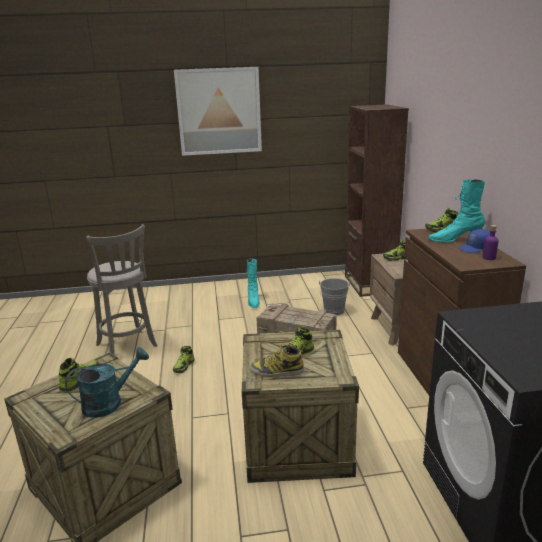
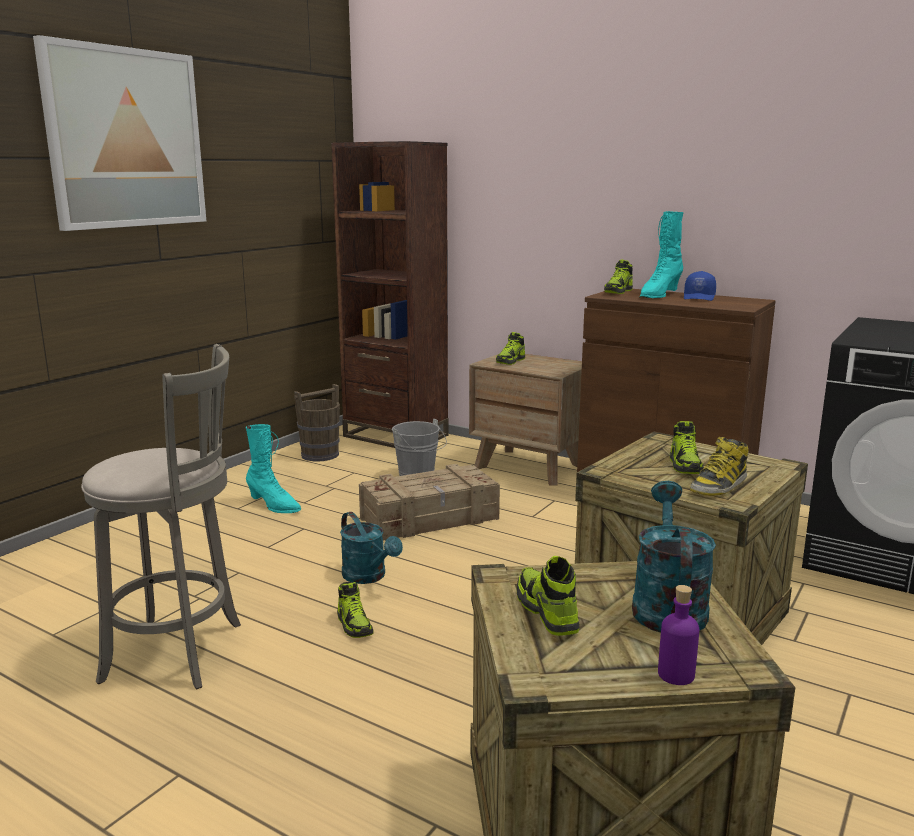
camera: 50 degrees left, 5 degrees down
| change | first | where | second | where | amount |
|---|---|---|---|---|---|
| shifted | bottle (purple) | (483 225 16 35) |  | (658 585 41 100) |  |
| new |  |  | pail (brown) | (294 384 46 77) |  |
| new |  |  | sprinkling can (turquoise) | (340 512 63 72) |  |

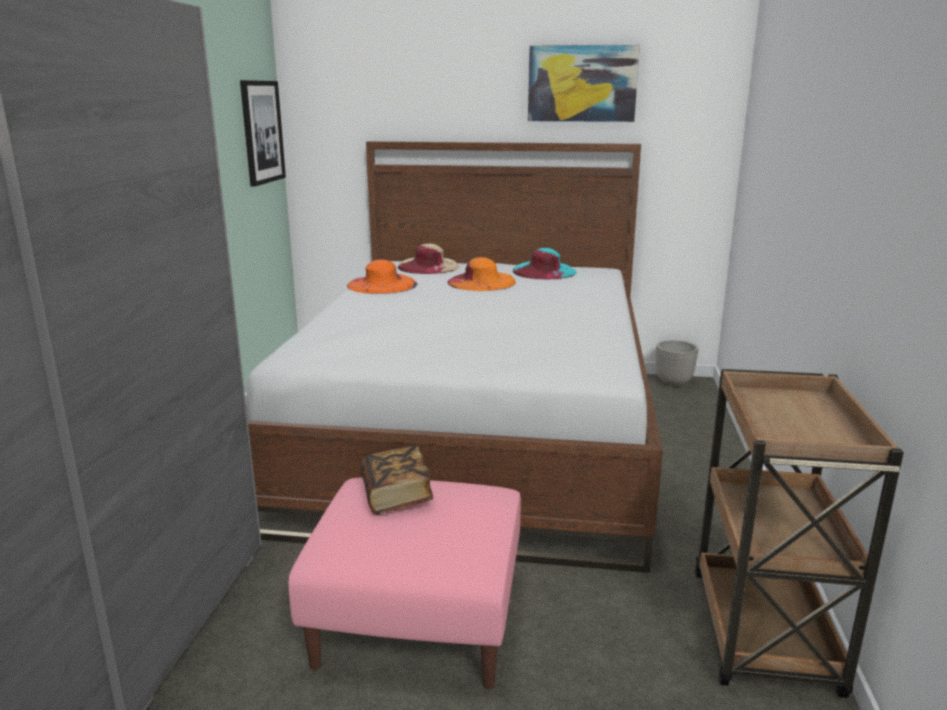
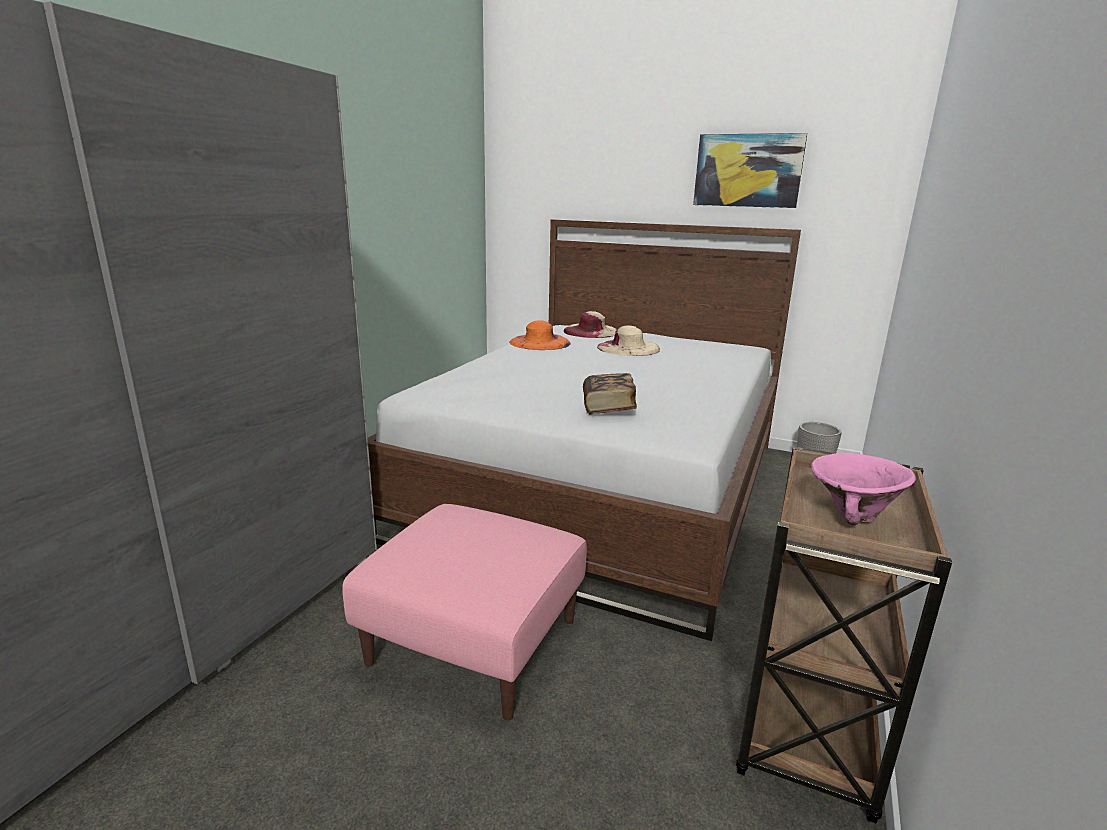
camera: 15 degrees right, 0 degrees up
| change | first | where | second | where | amount |
|---|---|---|---|---|---|
| gone | picture | (240 80 46 107) |  |  |  |
| gone | hat (turquoise) | (513 248 64 31) |  |  |  |
| repainted | hat (orange-coloured) | (447 257 69 34) | hat (beige-coloured) | (597 325 63 31) |  |
| shifted | book | (360 446 73 69) |  | (583 373 54 41) |  |
| new |  |  | serving bowl (pink) | (811 453 105 72) |  |

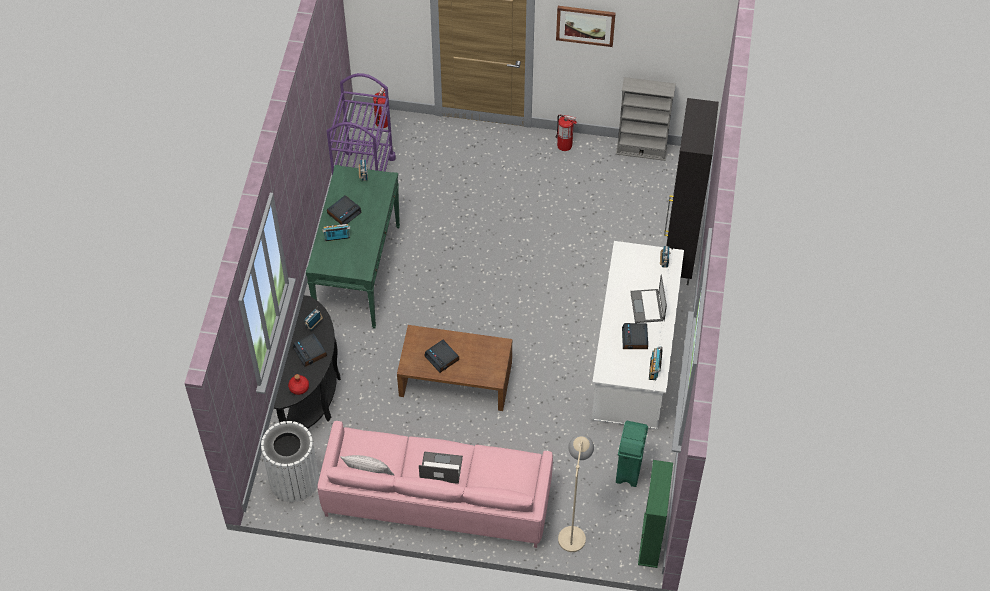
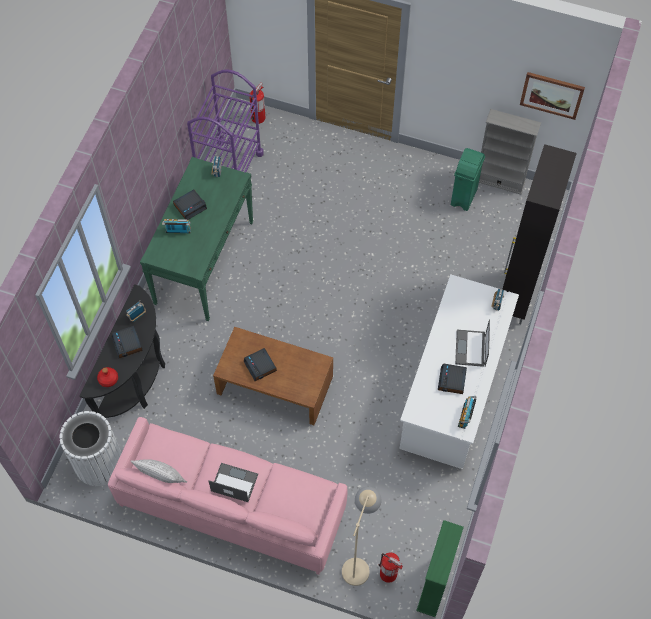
camera: 10 degrees right, 5 degrees up
| change | first | where | second | where | amount |
|---|---|---|---|---|---|
| shifted | picture | (556 6 60 41) |  | (520 72 65 48) |  |
| shifted | fire-fighting cylinder | (556 115 21 36) |  | (379 552 24 31) |  |
| shifted | rubbish bin (green) | (616 421 32 66) |  | (451 148 34 63) |  |

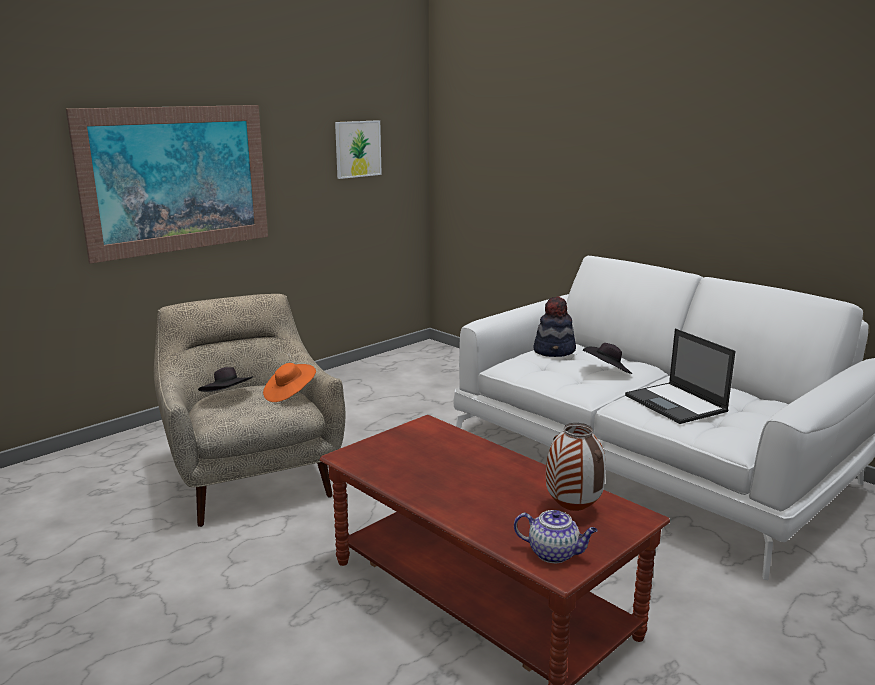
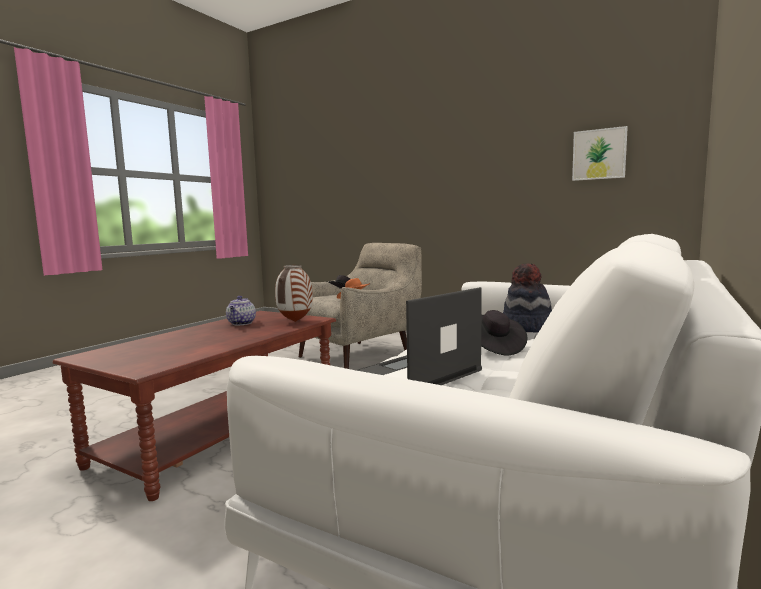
camera: 75 degrees right, 10 degrees down
| change | first | where | second | where | amount |
|---|---|---|---|---|---|
| gone | picture | (66 105 202 159) |  |  |  |
| shifted | decorative vase | (546 423 60 88) |  | (275 265 38 57) |  |
| shifted | tea pot | (514 510 84 53) |  | (226 296 30 29) |  |

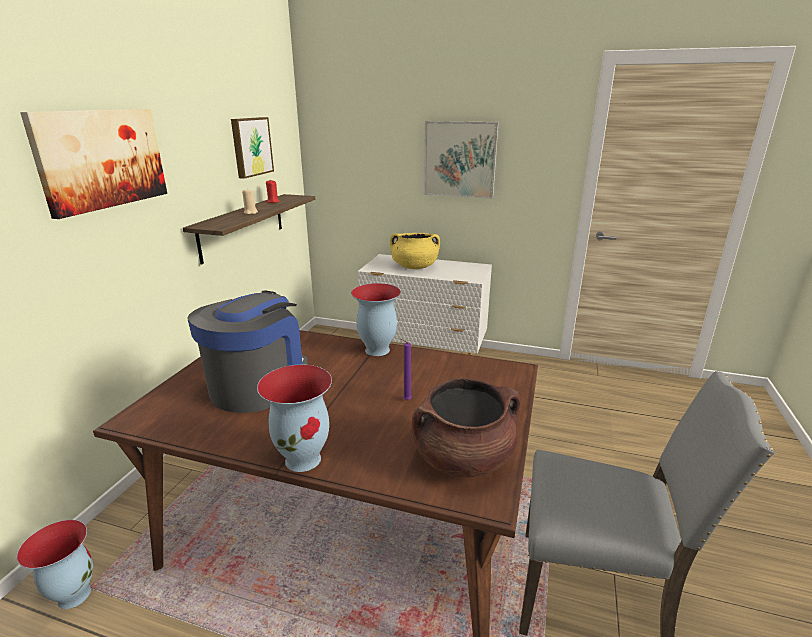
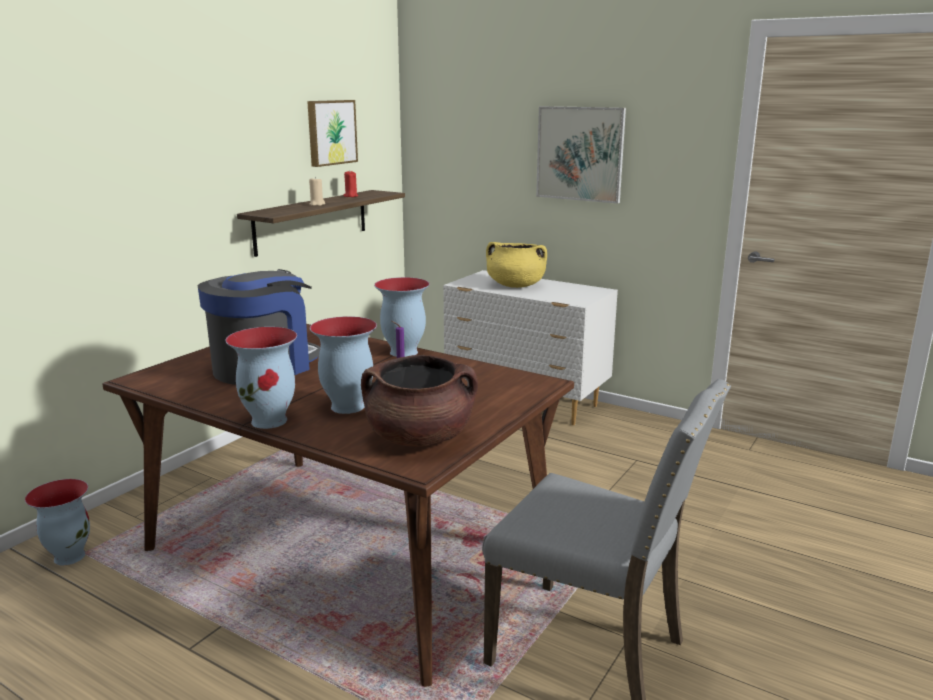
camera: 15 degrees right, 5 degrees down
| change | first | where | second | where | amount |
|---|---|---|---|---|---|
| gone | picture | (20 109 147 110) |  |  |  |
| new |  |  | decorative vase | (310 316 67 98) |  |

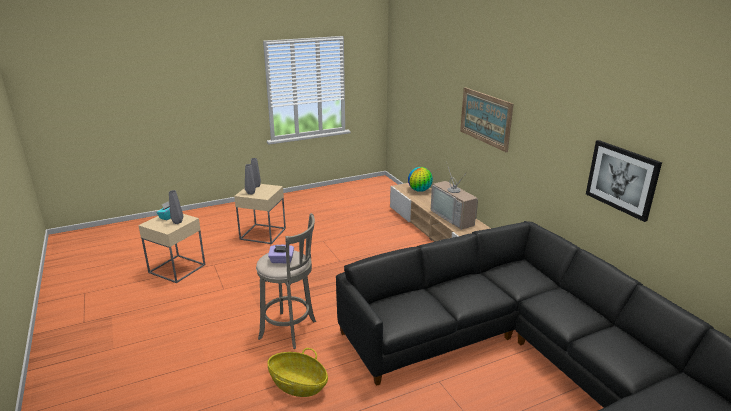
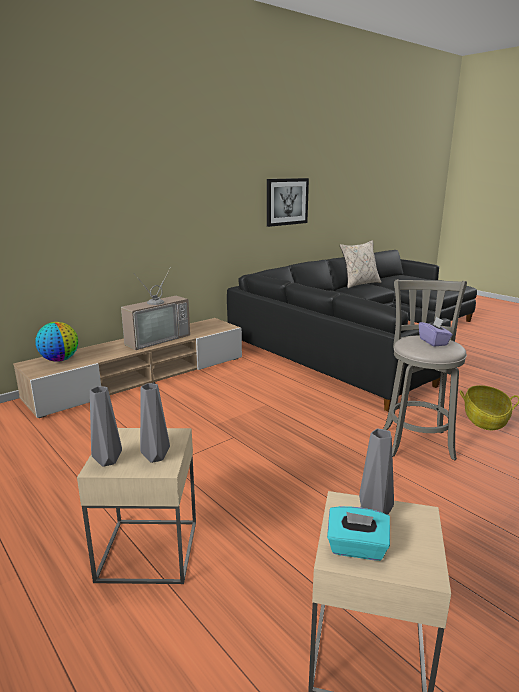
camera: 105 degrees left, 5 degrees down
| change | first | where | second | where | amount |
|---|---|---|---|---|---|
| gone | picture | (460 87 54 65) |  |  |  |
| new |  |  | throw pillow (beige-coloured) | (340 240 41 48) |  |

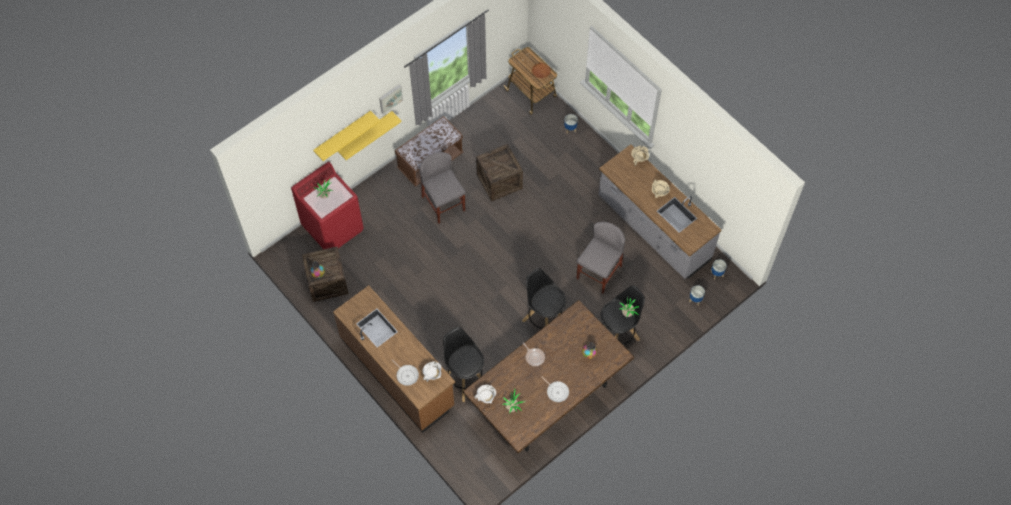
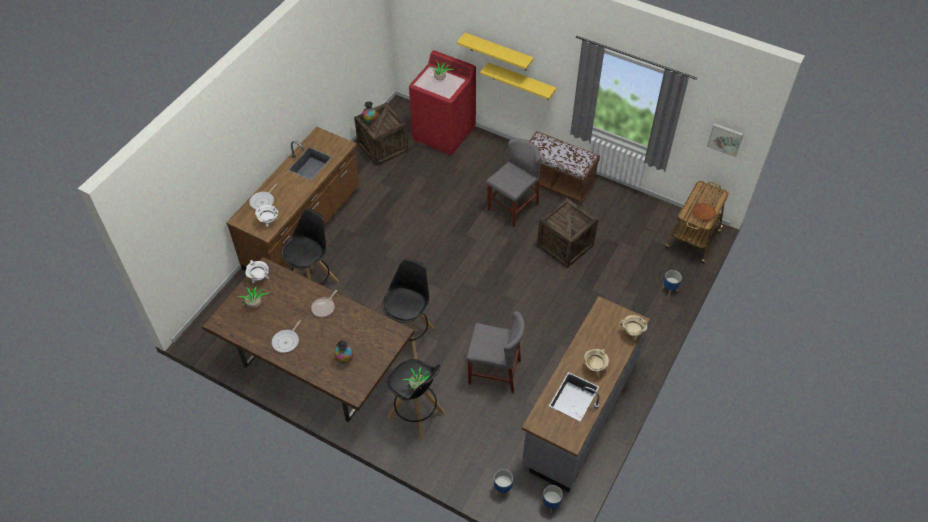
camera: 70 degrees right, 10 degrees down
| change | first | where | second | where | amount |
|---|---|---|---|---|---|
| shifted | picture | (379 84 24 30) |  | (707 123 37 34) |  |

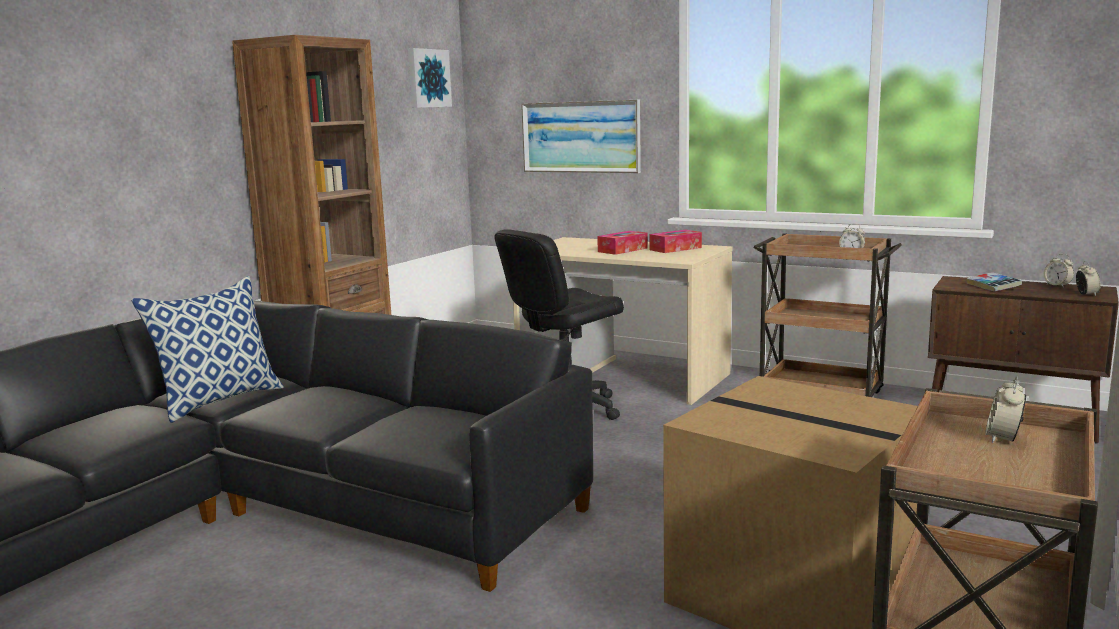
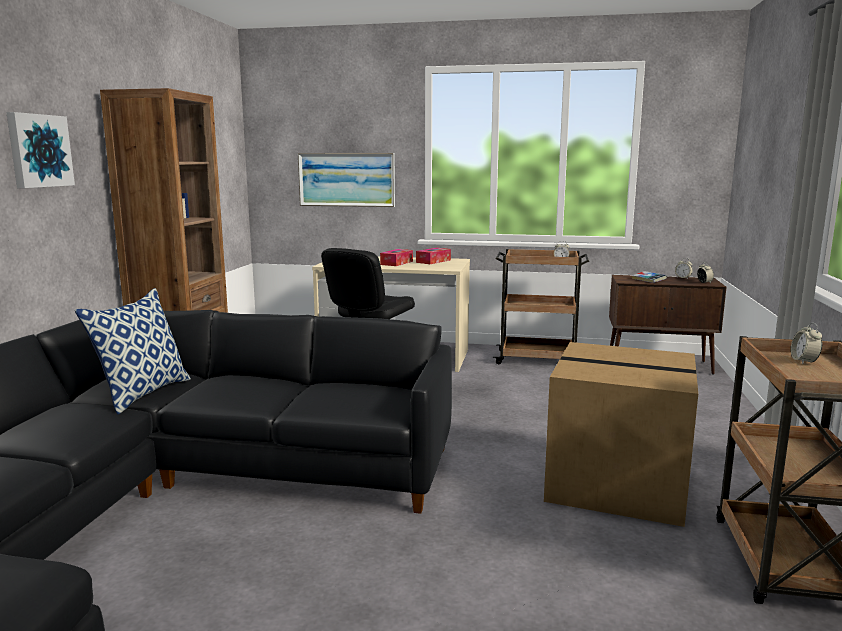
camera: 20 degrees left, 0 degrees up
| change | first | where | second | where | amount |
|---|---|---|---|---|---|
| shifted | picture | (408 48 44 60) |  | (6 112 69 76) |  |

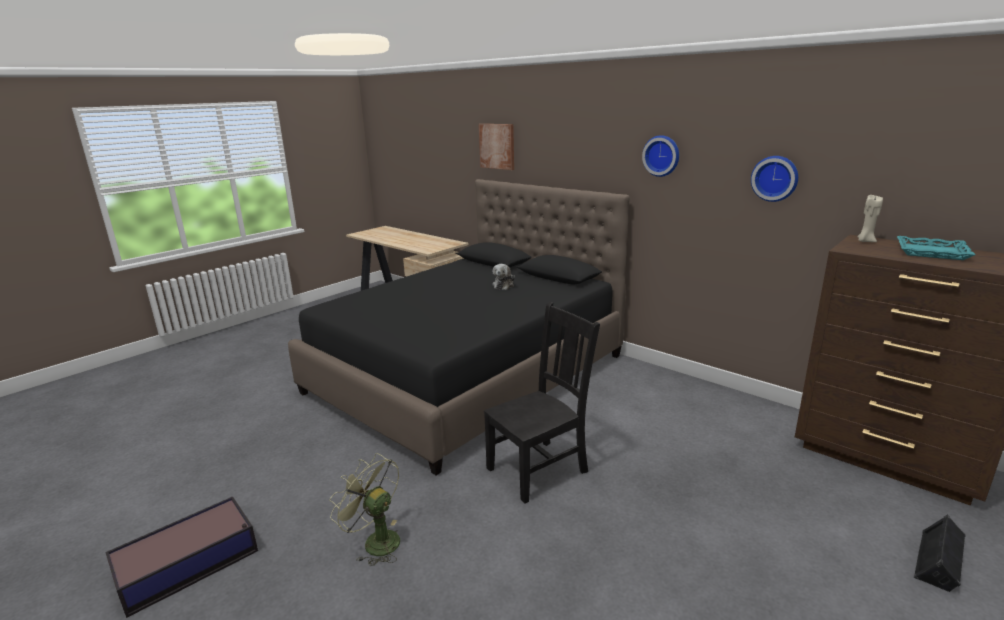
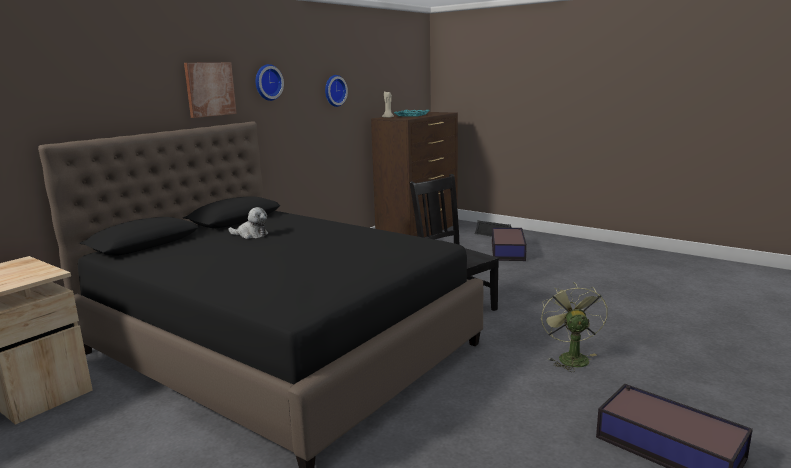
camera: 95 degrees left, 5 degrees down
| change | first | where | second | where | amount |
|---|---|---|---|---|---|
| shifted | picture | (479 124 35 46) |  | (184 62 53 56) |  |
| rotated | cooling fan (green) | (329 453 71 113) |  | (541 282 67 90) | 150 degrees clockwise |
| new |  |  | storage box | (492 228 35 33) |  |

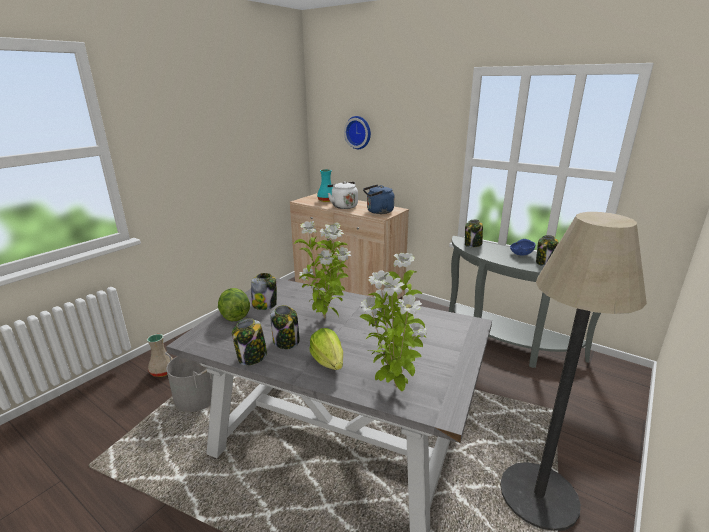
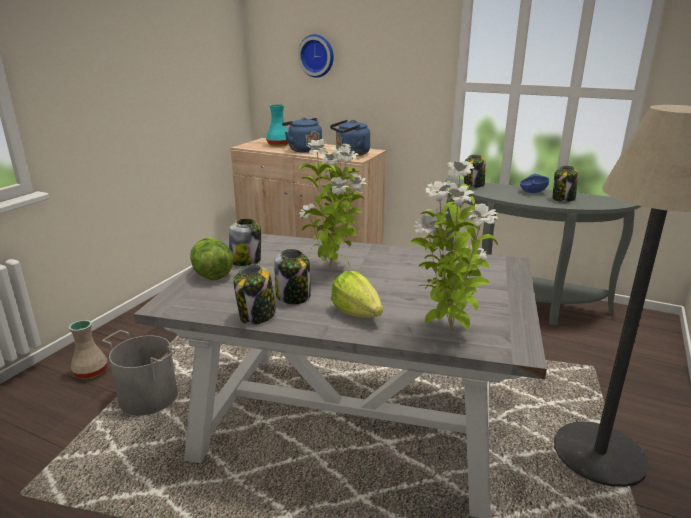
camera: 10 degrees left, 0 degrees up
| change | first | where | second | where | amount |
|---|---|---|---|---|---|
| repainted | tea kettle (white-coloured) | (327 181 31 28) | tea kettle (blue-coloured) | (282 117 40 36) |  |

